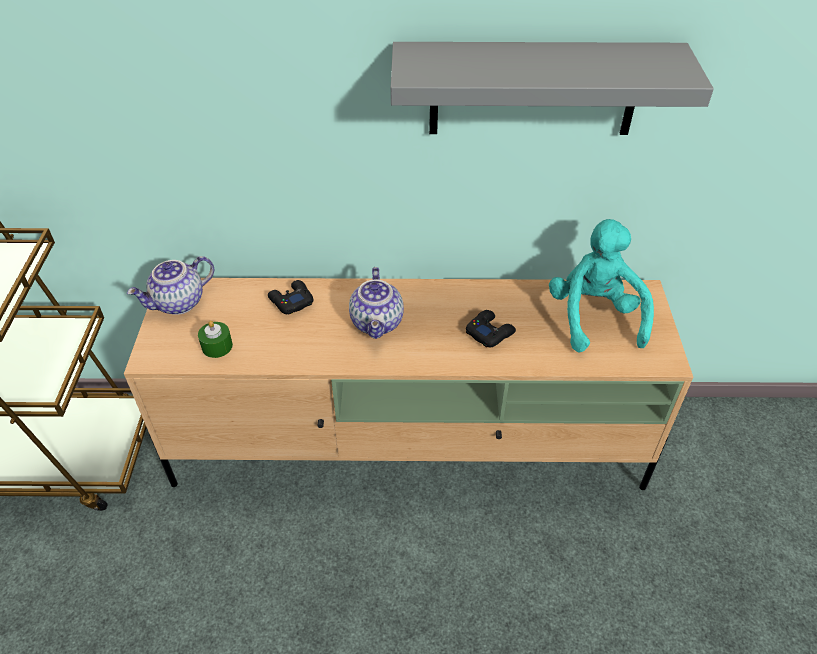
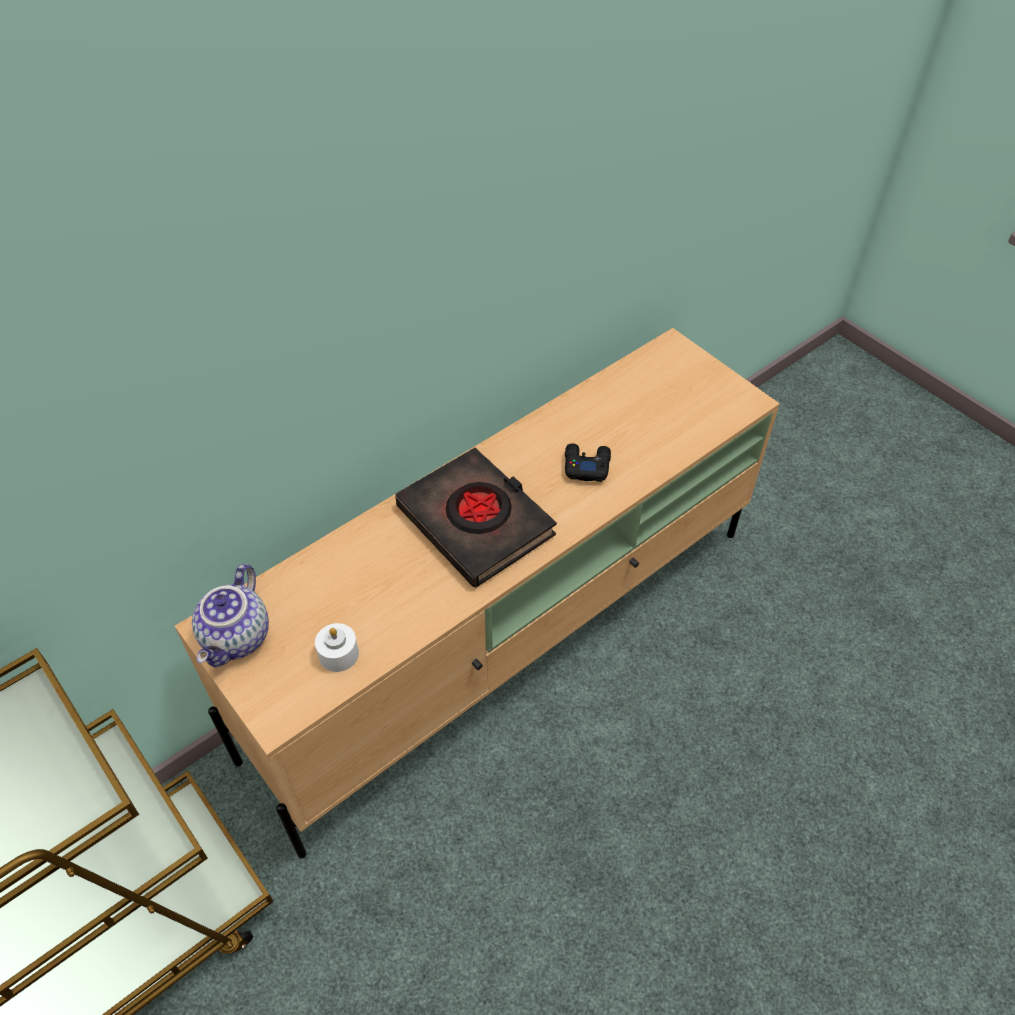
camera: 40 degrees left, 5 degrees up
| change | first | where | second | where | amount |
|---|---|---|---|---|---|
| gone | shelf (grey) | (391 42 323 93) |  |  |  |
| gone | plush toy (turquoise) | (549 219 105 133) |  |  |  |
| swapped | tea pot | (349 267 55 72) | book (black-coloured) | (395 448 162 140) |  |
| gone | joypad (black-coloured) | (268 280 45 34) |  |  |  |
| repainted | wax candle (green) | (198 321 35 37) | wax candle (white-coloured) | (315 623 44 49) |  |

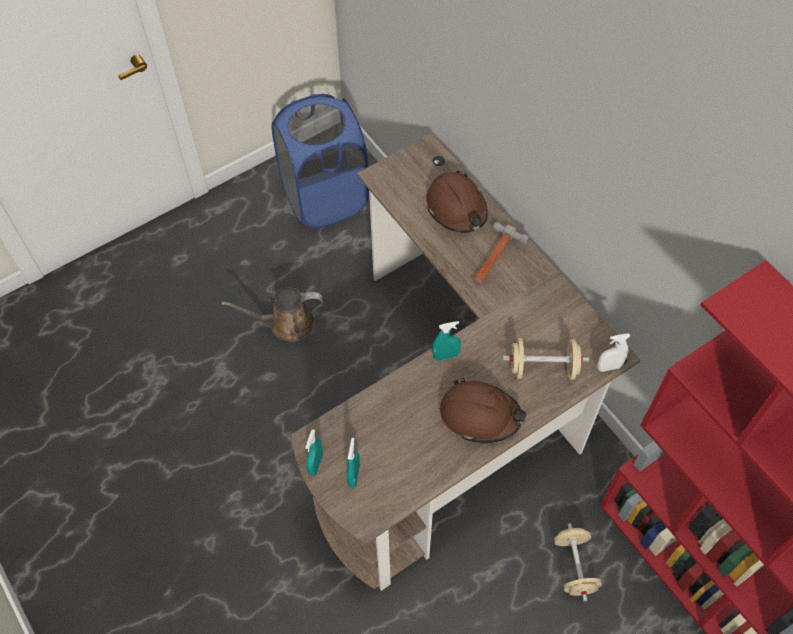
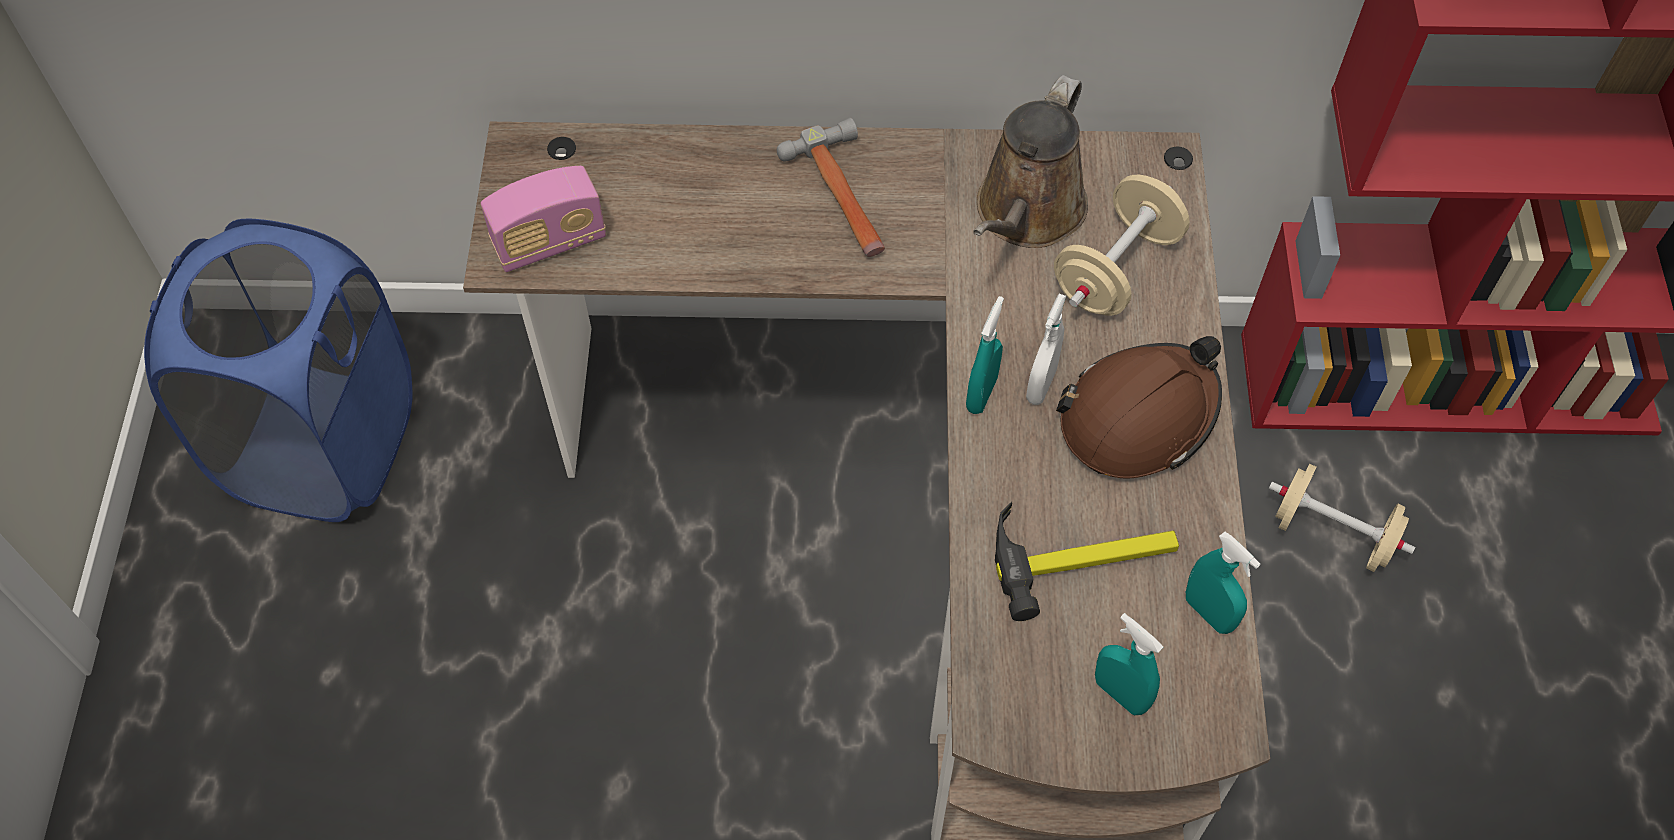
camera: 55 degrees left, 0 degrees up
| change | first | where | second | where | amount |
|---|---|---|---|---|---|
| gone | safety helmet (brown) | (426 171 62 62) |  |  |  |
| shifted | sprinkling can (brown) | (221 287 102 55) |  | (973 75 115 173) |  |
| shifted | spray bottle (white-coloured) | (597 333 34 39) |  | (1026 294 40 111) |  |
| shifted | spray bottle (turquoise) | (305 429 18 47) |  | (1186 532 74 102) |  |
| new |  |  | radio receiver | (481 166 125 106) |  |
| new |  |  | hand hammer | (995 502 184 119) |  |

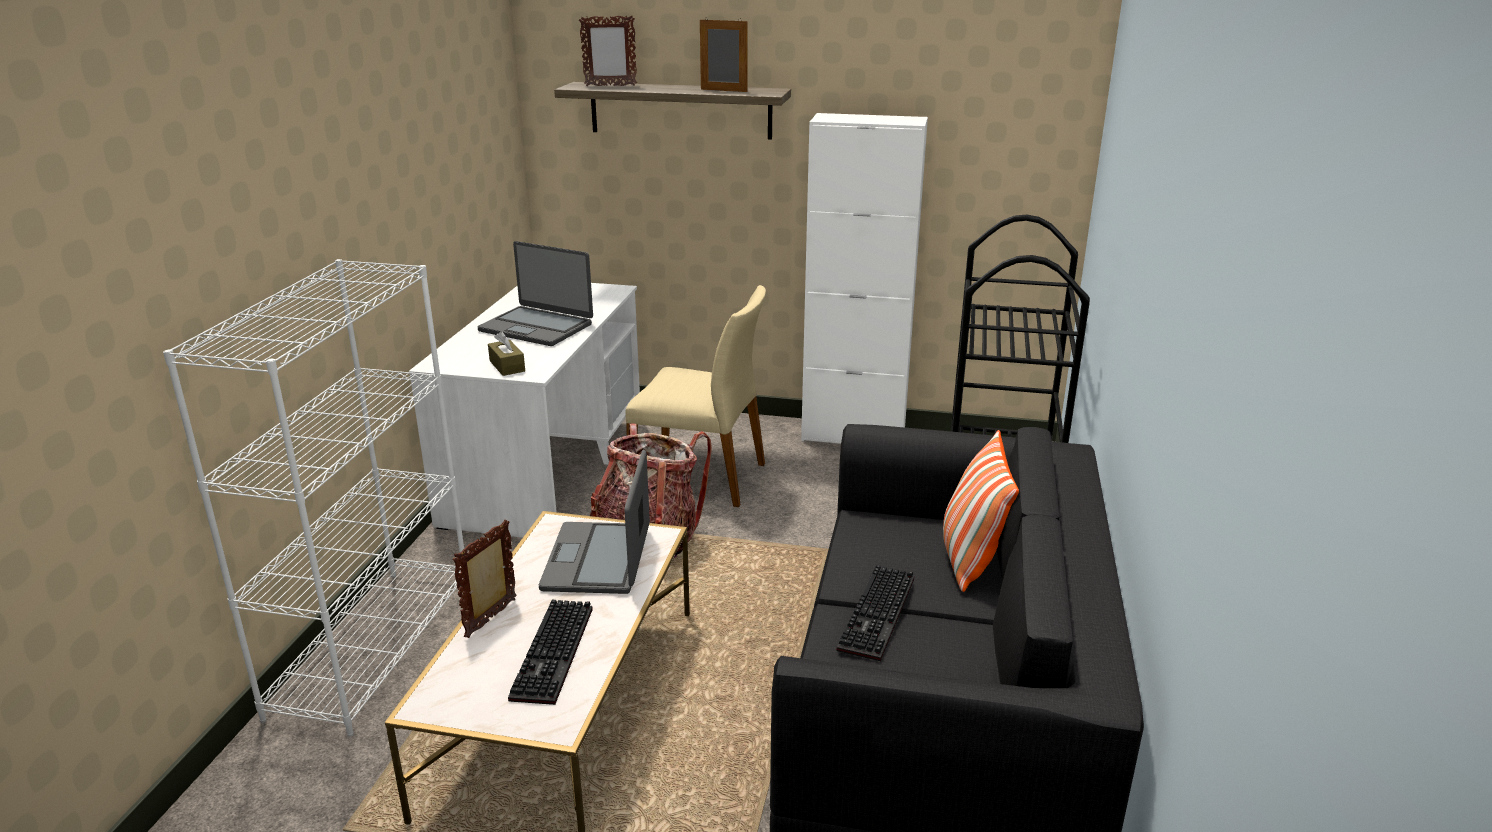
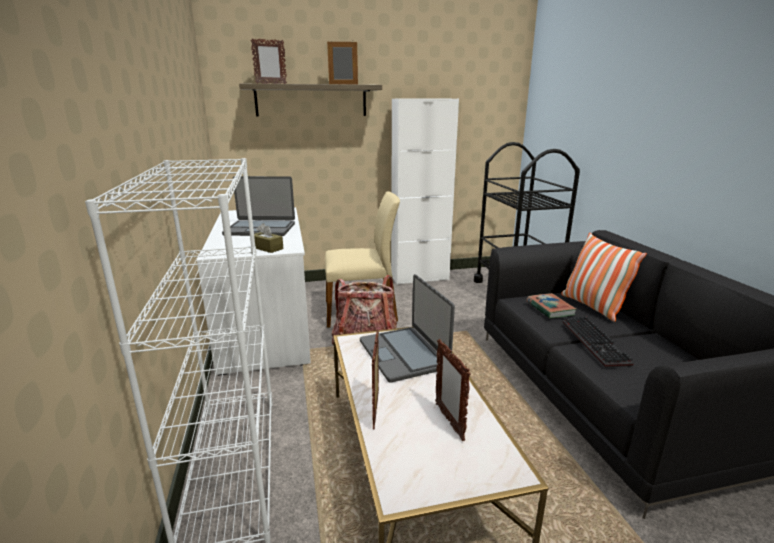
camera: 25 degrees left, 5 degrees down
| change | first | where | second | where | amount |
|---|---|---|---|---|---|
| swapped | keyboard | (508 600 85 105) | picture frame | (435 339 36 102) |  |
| new |  |  | book | (527 293 50 26) |  |

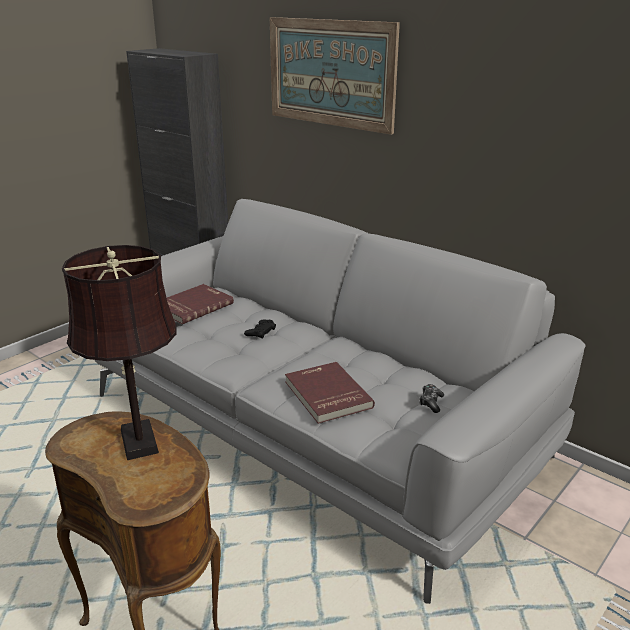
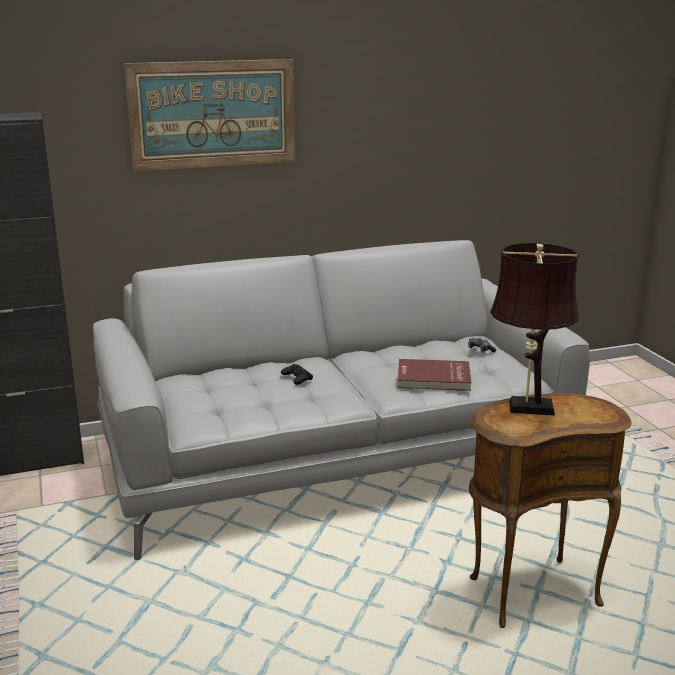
camera: 60 degrees left, 5 degrees down
| change | first | where | second | where | amount |
|---|---|---|---|---|---|
| gone | book (red-coloured) | (167 284 67 40) |  |  |  |

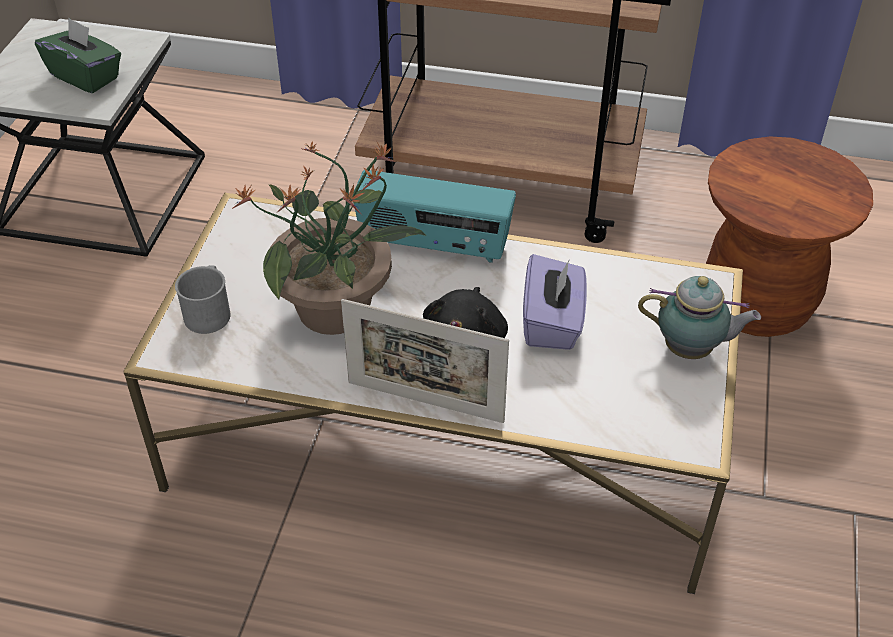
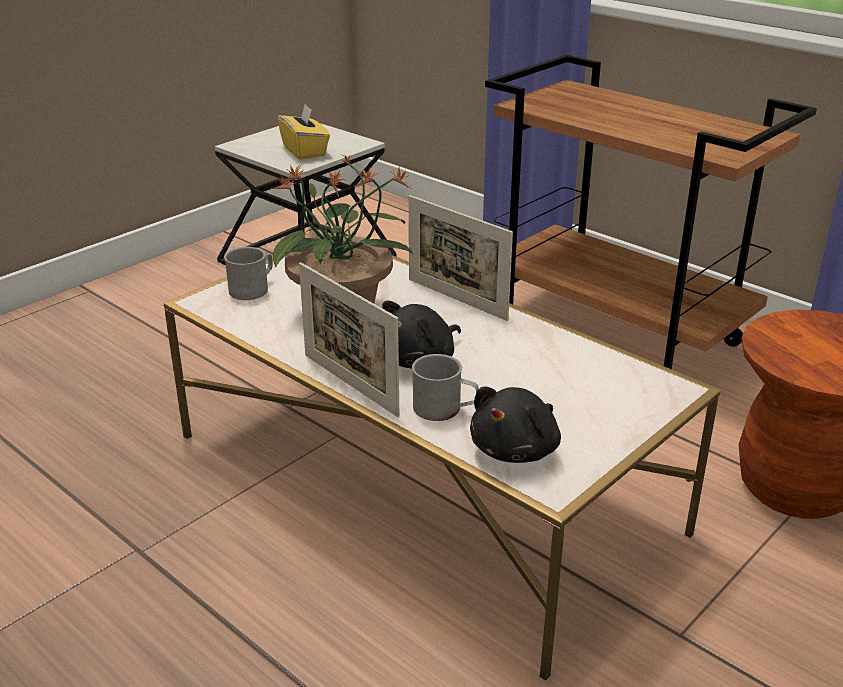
camera: 30 degrees right, 15 degrees down
| change | first | where | second | where | amount |
|---|---|---|---|---|---|
| repainted | tissue holder (green) | (35 17 86 76) | tissue holder (yellow) | (277 104 53 56) |  |
| swapped | radio receiver | (354 170 162 93) | picture frame | (409 195 104 126) |  |
| gone | tissue holder (purple) | (523 254 64 96) |  |  |  |
| gone | tea pot | (638 276 123 83) |  |  |  |
| new |  |  | mug (grey) | (412 354 67 67) |  |
| new |  |  | plush toy (black-coloured) | (470 386 91 77) |  |

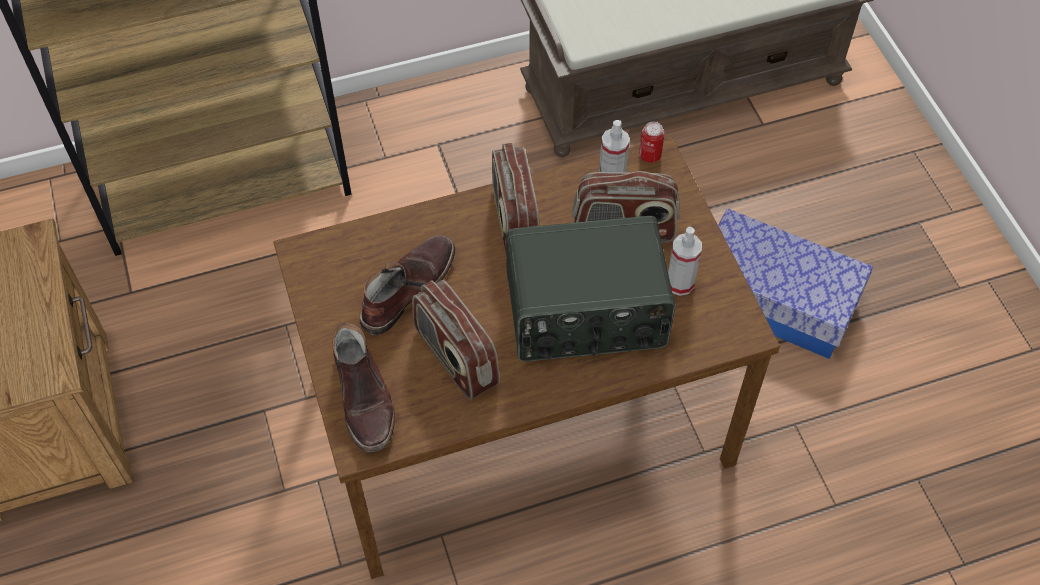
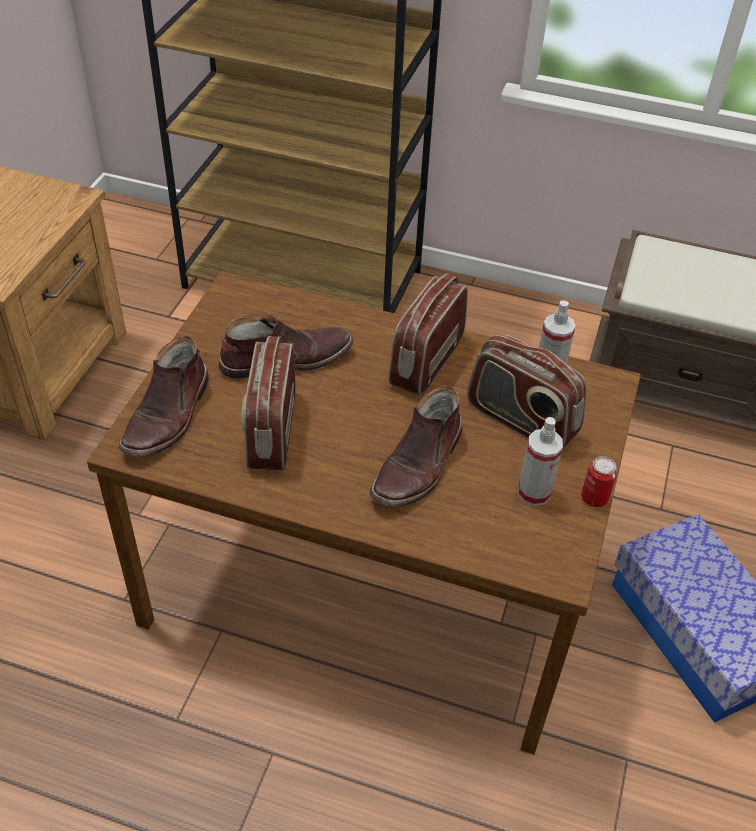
camera: 35 degrees right, 10 degrees down
| change | first | where | second | where | amount |
|---|---|---|---|---|---|
| shifted | can | (639 122 25 41) |  | (581 456 36 51) |  |
| swapped | radio receiver | (506 216 170 145) | tall boot (brown) | (370 385 92 122) |  |

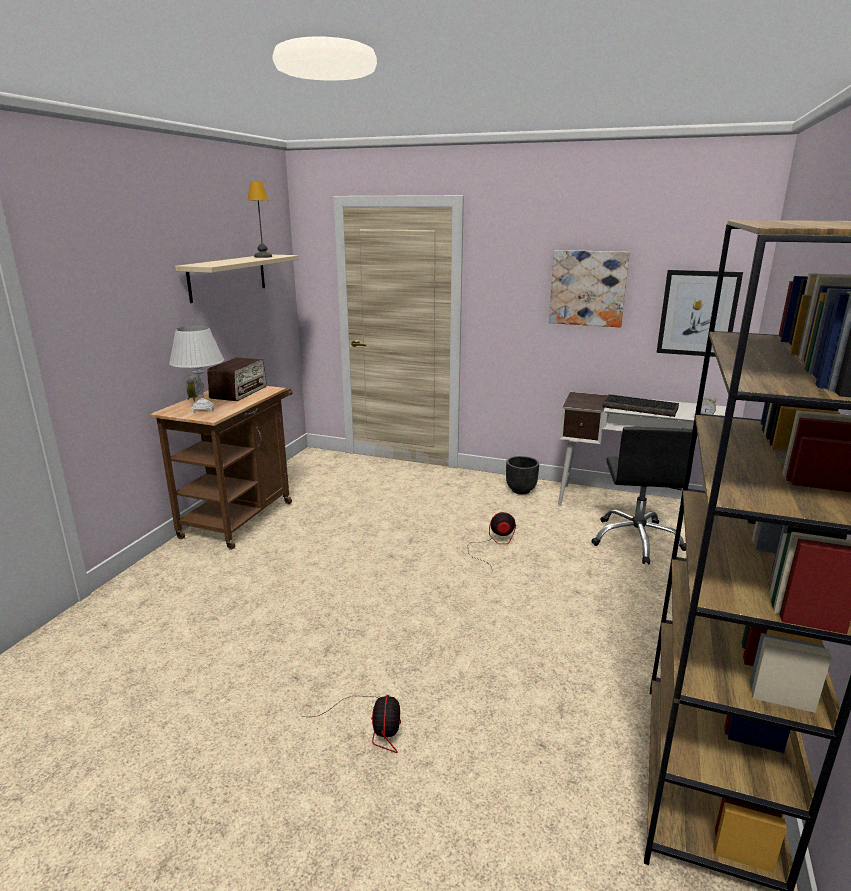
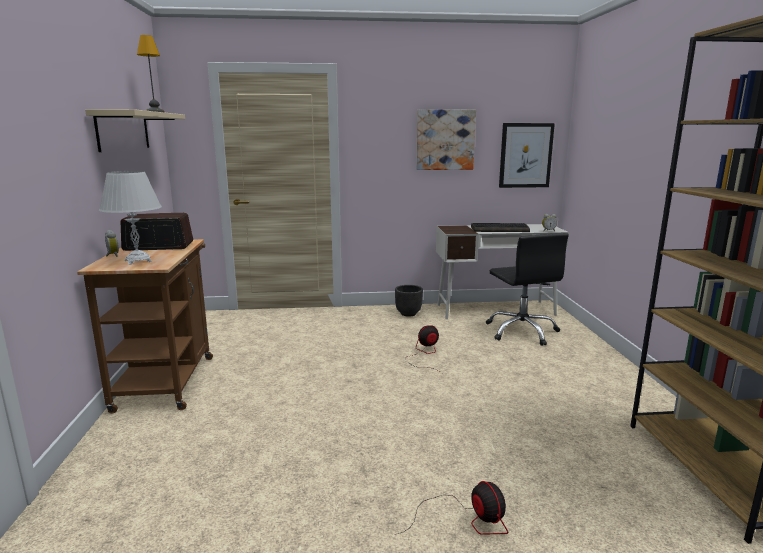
camera: 25 degrees left, 5 degrees down
| change | first | where | second | where | amount |
|---|---|---|---|---|---|
| rotated | radio receiver | (207 357 60 44) |  | (121 213 72 38) | 90 degrees counterclockwise |

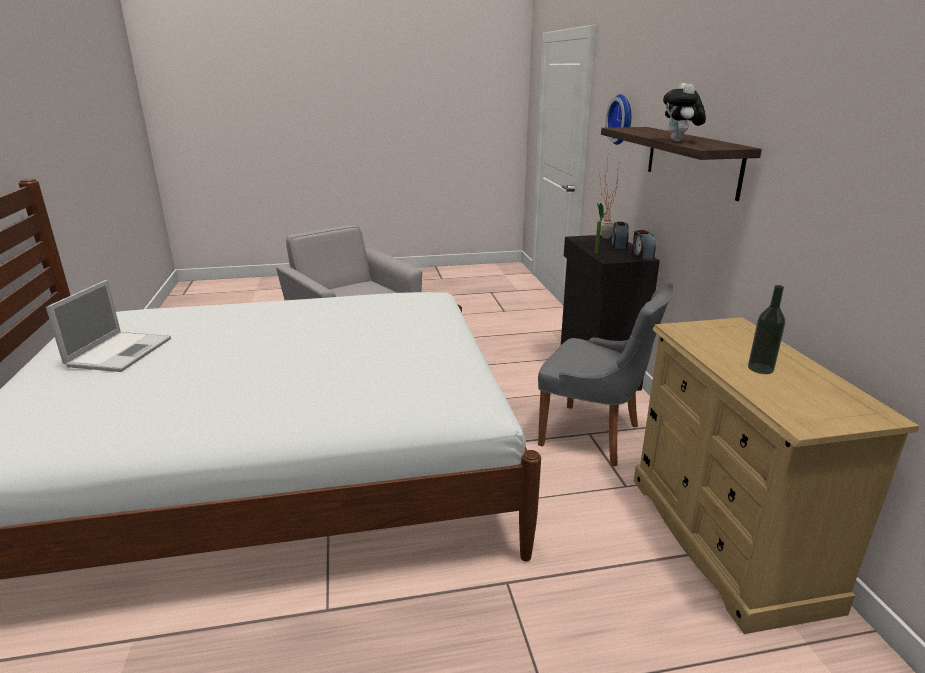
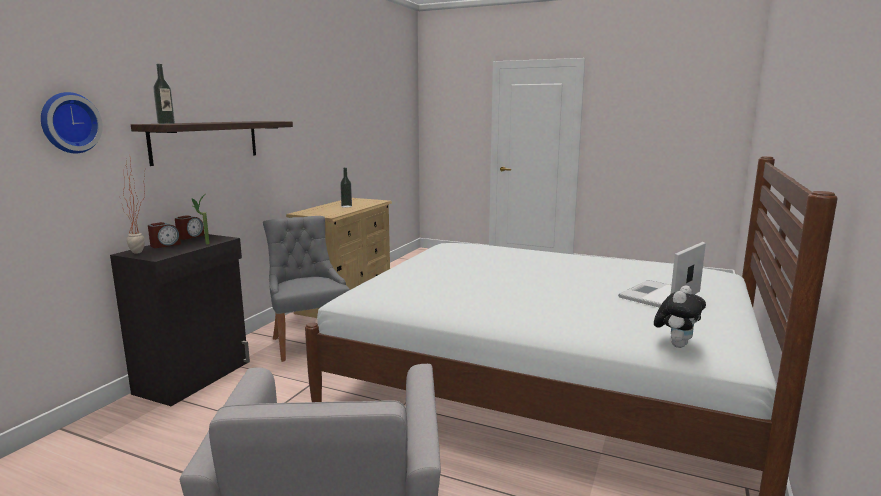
camera: 145 degrees left, 10 degrees down
| change | first | where | second | where | amount |
|---|---|---|---|---|---|
| shifted | plush toy | (663 83 43 59) |  | (654 285 52 63) |  |
| new |  |  | bottle | (153 64 22 60) |  |

